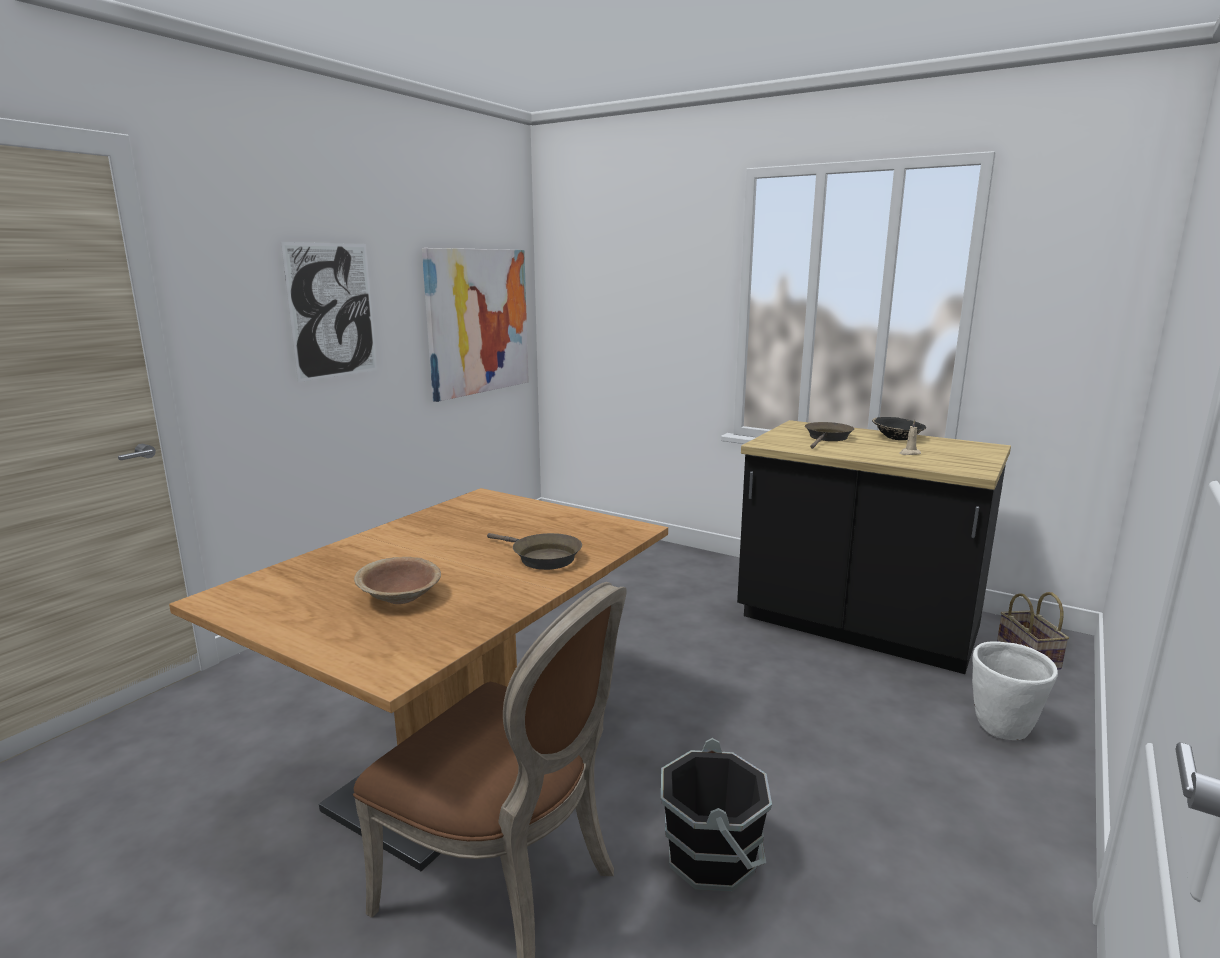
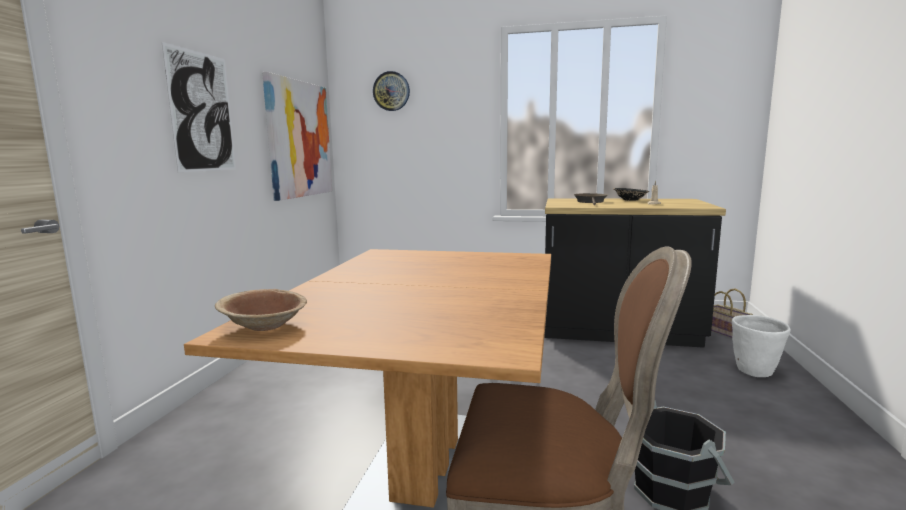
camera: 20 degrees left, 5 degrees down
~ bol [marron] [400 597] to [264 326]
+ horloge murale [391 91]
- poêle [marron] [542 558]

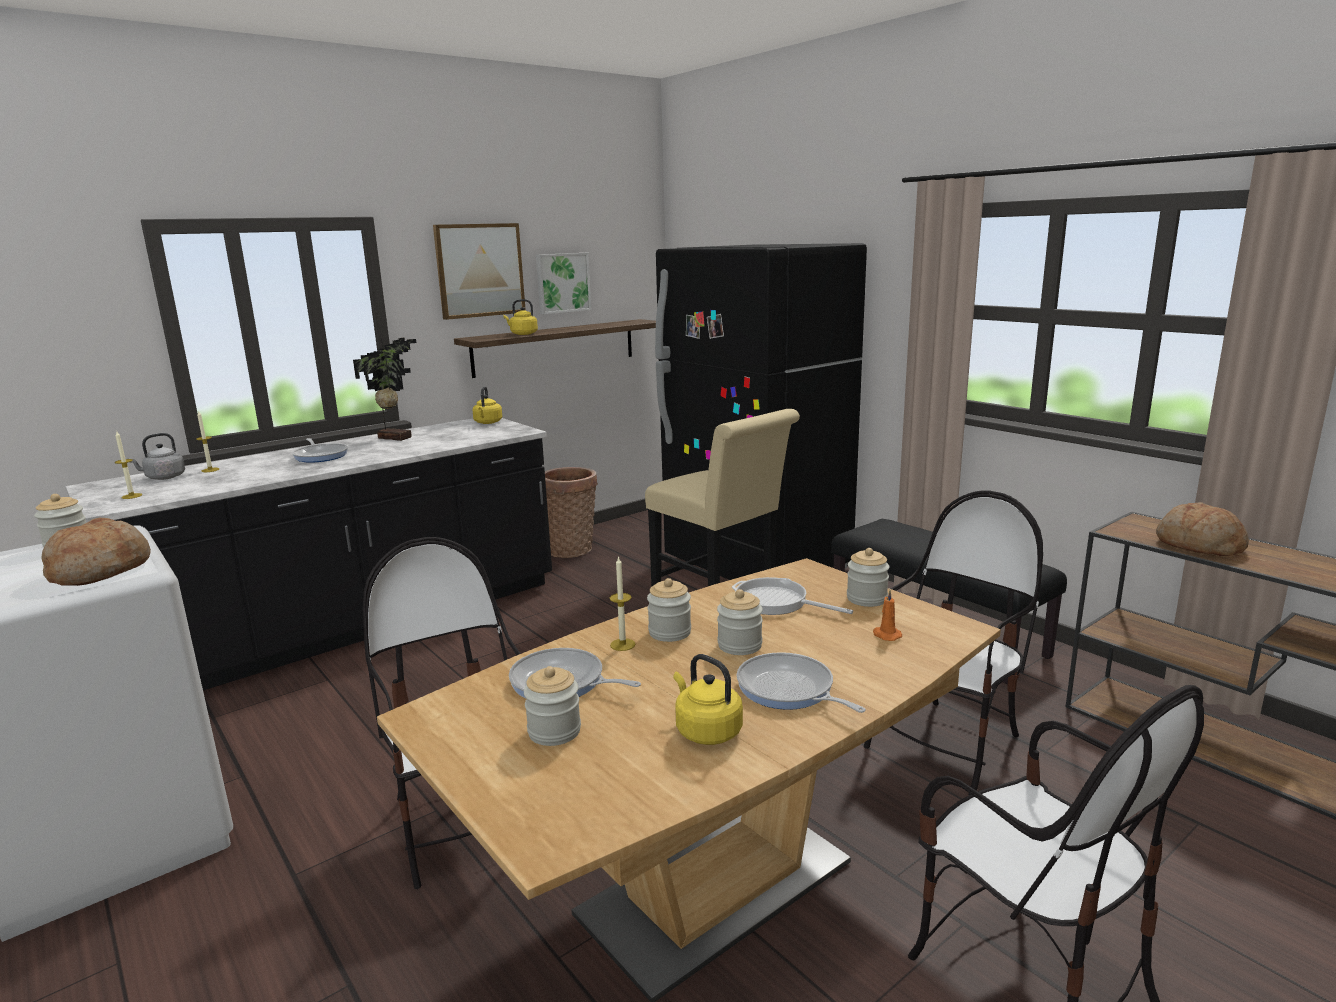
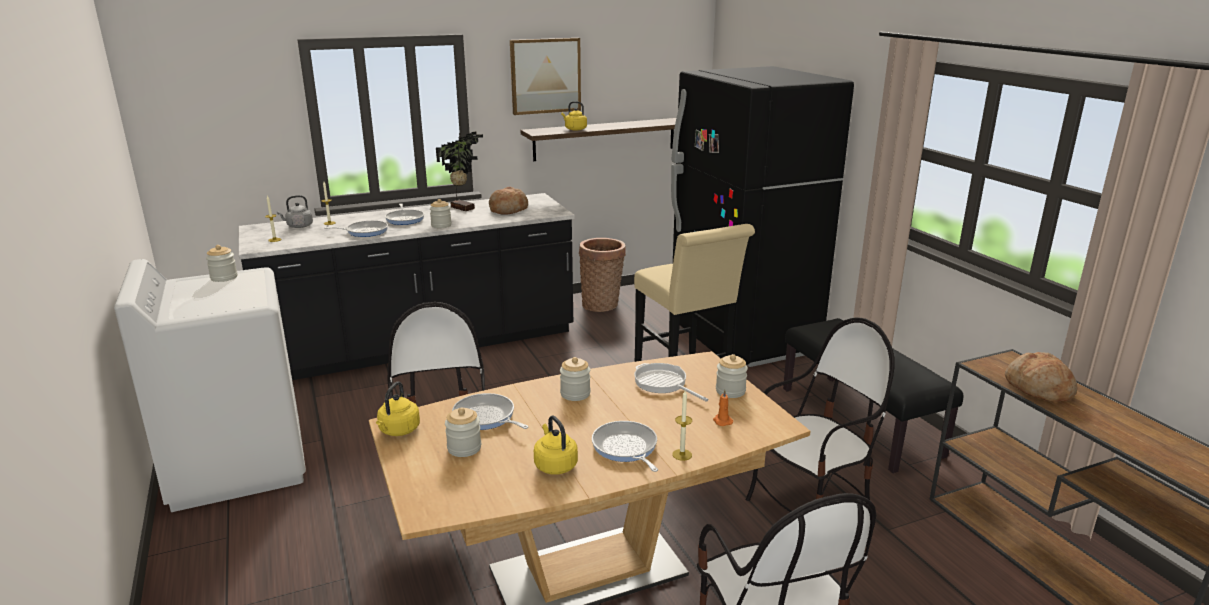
camera: 15 degrees right, 5 degrees up
+ poêle [364 231]
~ bouilloire [jaune] [487 423] to [398 431]
~ bocal [739 645] to [441 225]
~ pain [100 570] to [508 210]
~ bougie [622 644] to [682 454]
- tableau [562 283]

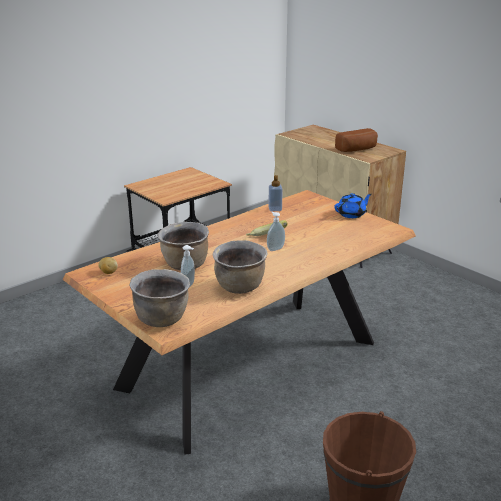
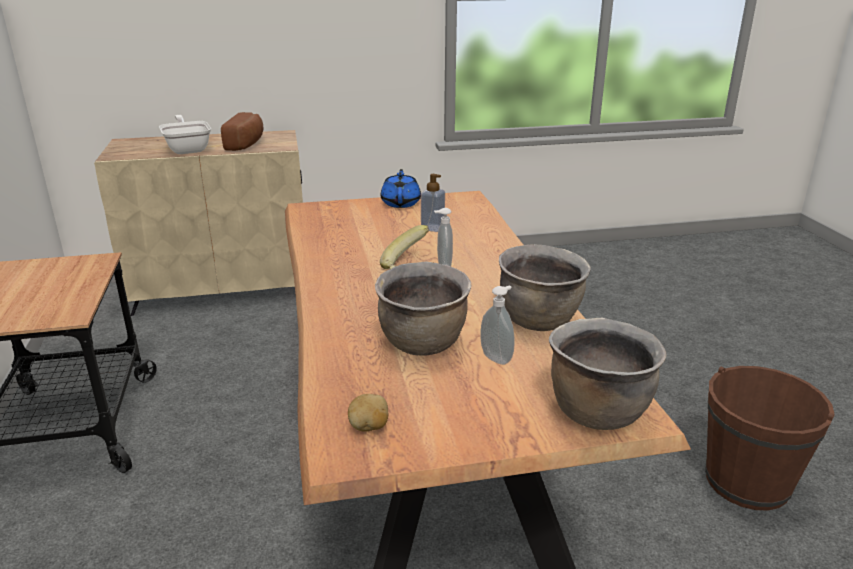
camera: 60 degrees left, 0 degrees up
+ poêle [188 149]
~ distributeur de savon [275 209] to [432 228]

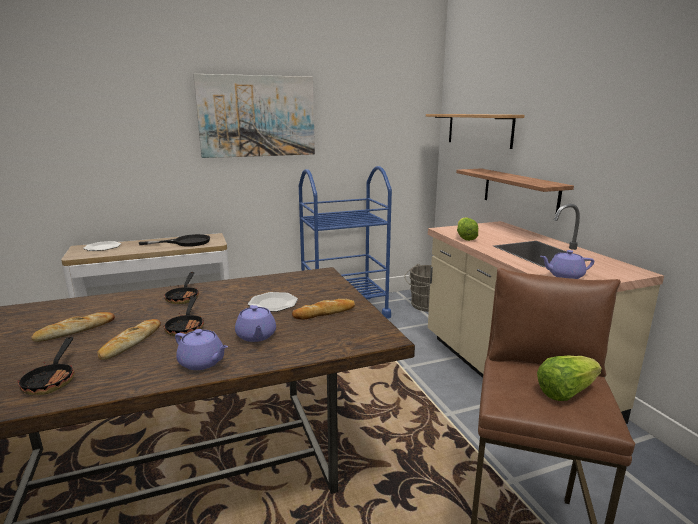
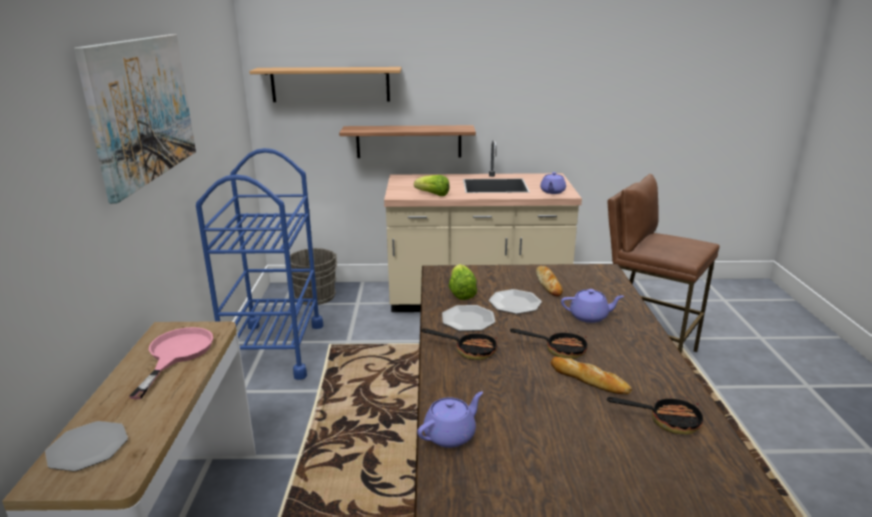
camera: 70 degrees left, 5 degrees up
~ poêle [noir] [185 242] to poêle [rose] [176 354]
~ théière [violet] [202 362] to [451 434]
+ assiette [468 319]
~ laitue [565 392] to [461 292]
- pain [75 330]

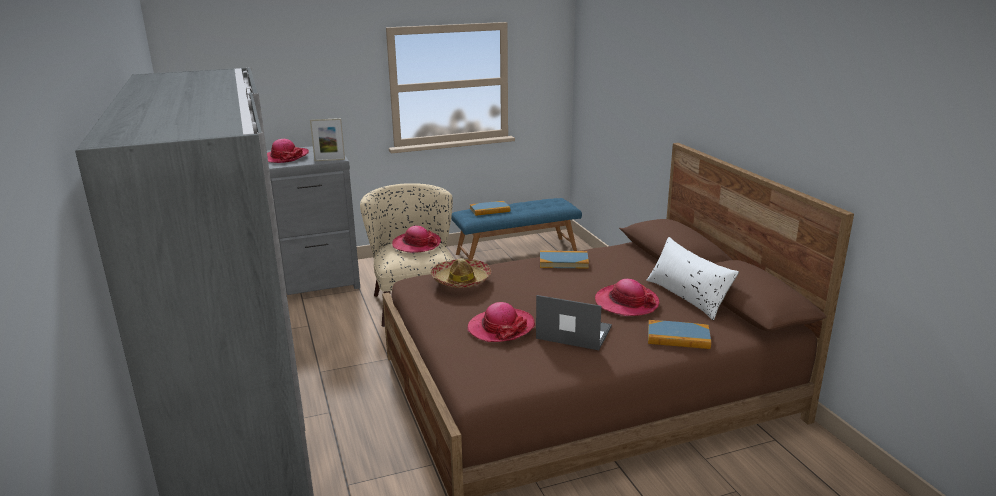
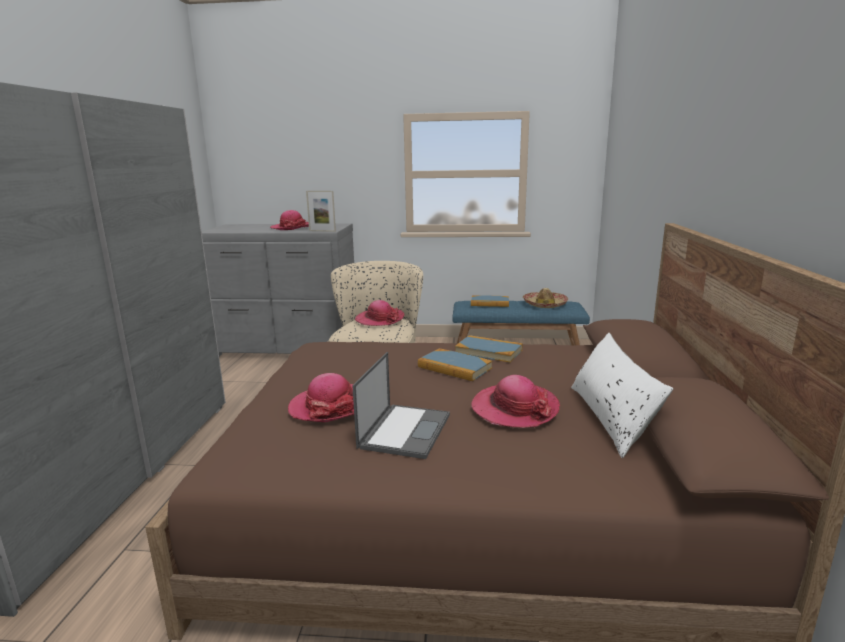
camera: 25 degrees right, 5 degrees down
~ ordinateur portable [573 333] = [405 430] 60 degrees clockwise
~ livre [678 337] to [454 367]
~ chapeau [461 280] to [544 305]

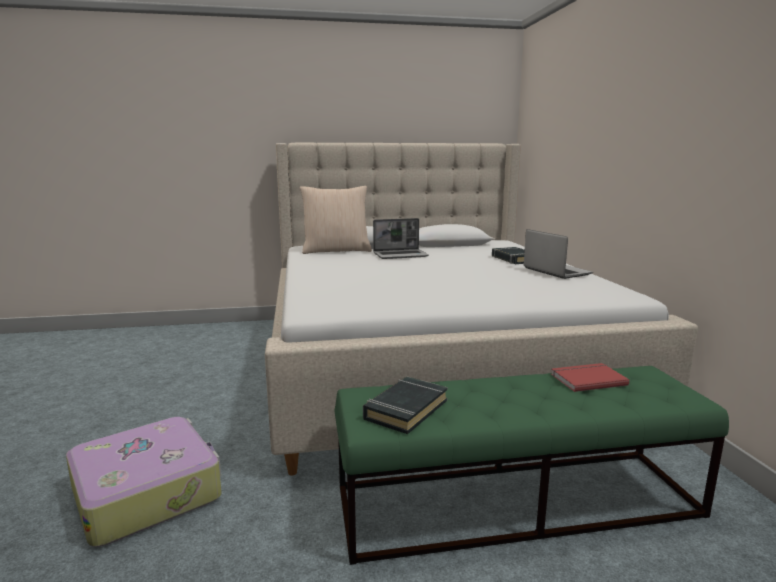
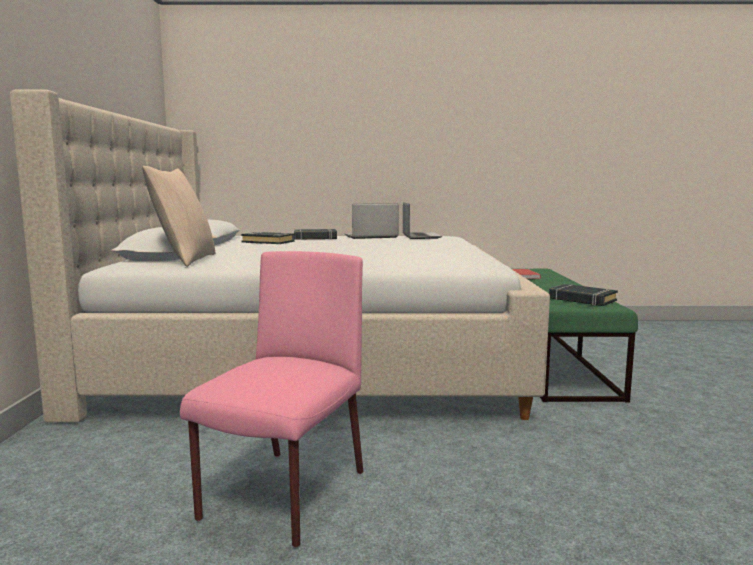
camera: 80 degrees left, 5 degrees down
+ chaise [rose] [283 496]
+ livre [noir] [268 242]
~ ordinateur portable [401 255] to [420 236]
- valise [148 492]

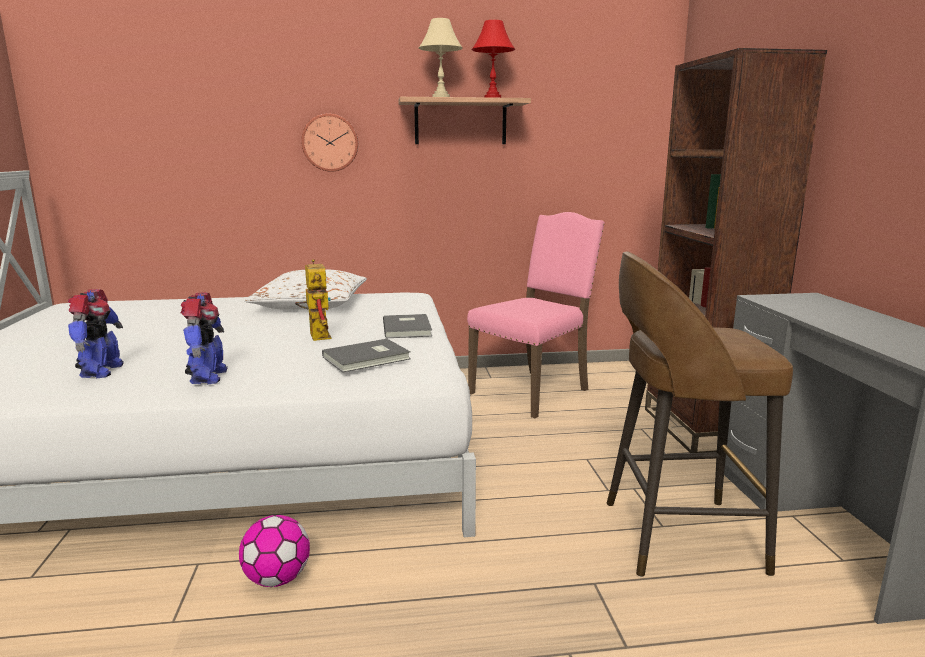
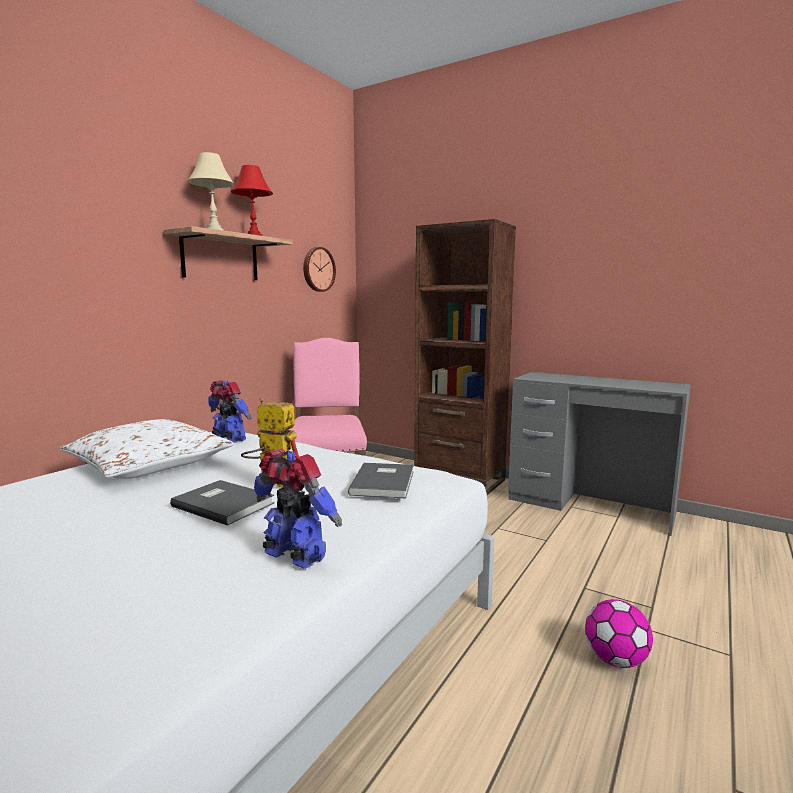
camera: 50 degrees left, 5 degrees down
~ livre [gris] [408 328] to [224 503]
~ robot jouet [100 371] to [229 439]
~ horloge murale [330 142] to [318 269]
~ ballon de foot [277 579] to [615 660]
- tabouret [marron] [676 536]

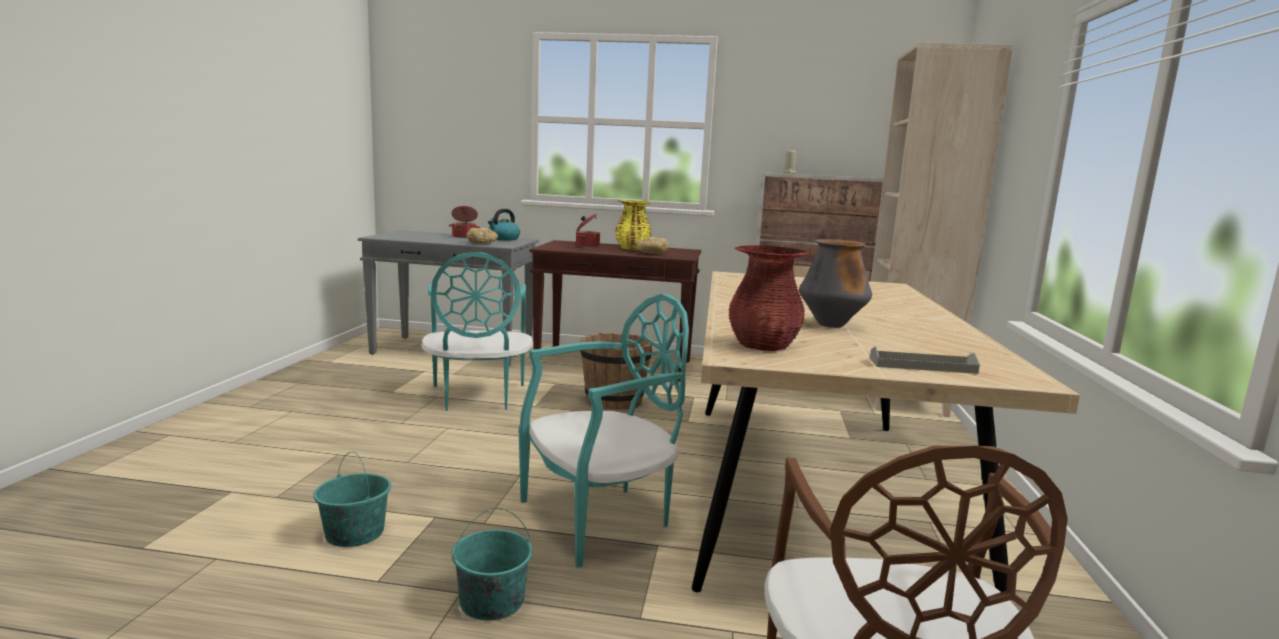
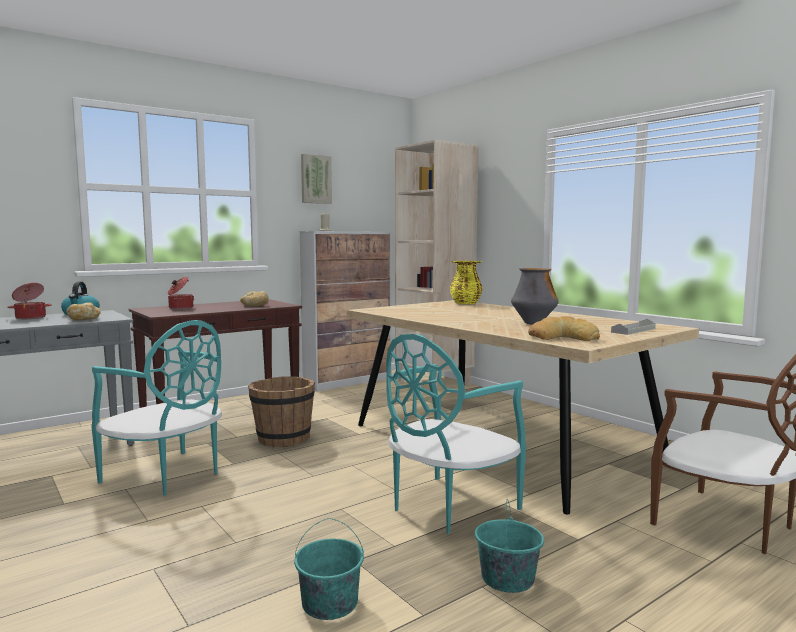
camera: 45 degrees left, 5 degrees down
+ tableau [315 179]
~ chaise [turquoise] [601 518] = [448 506] 150 degrees counterclockwise
~ vase [jaune] [632 248] to [466 303]
~ vase [rouge] [763 345] to pain [562 337]

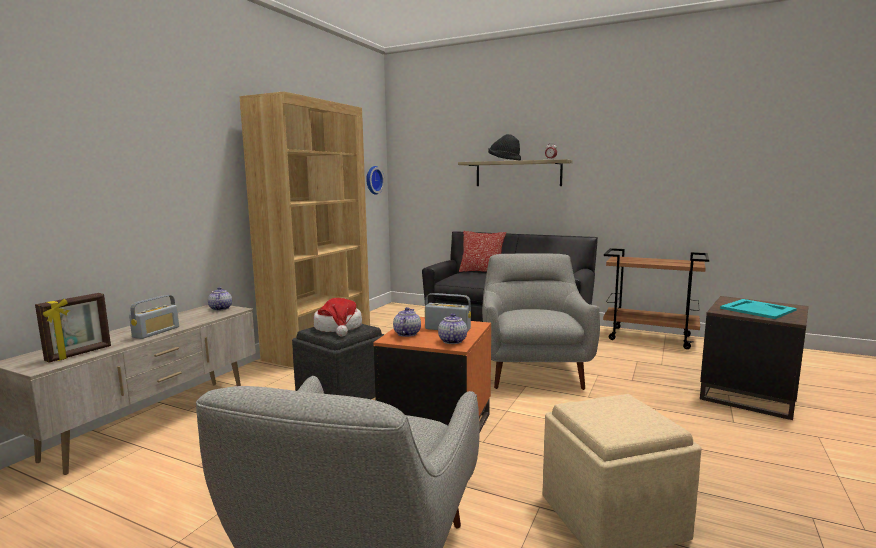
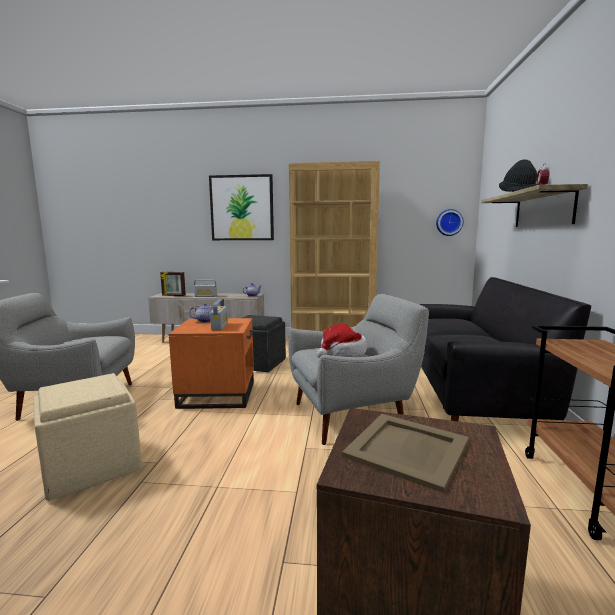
camera: 70 degrees right, 0 degrees up
+ tableau [242 208]
~ chapeau [338 328] to [342 353]
~ plateau [turquoise] [758 309] to plateau [beige] [407 449]
- théière [451 341]
- coussin [482 272]

